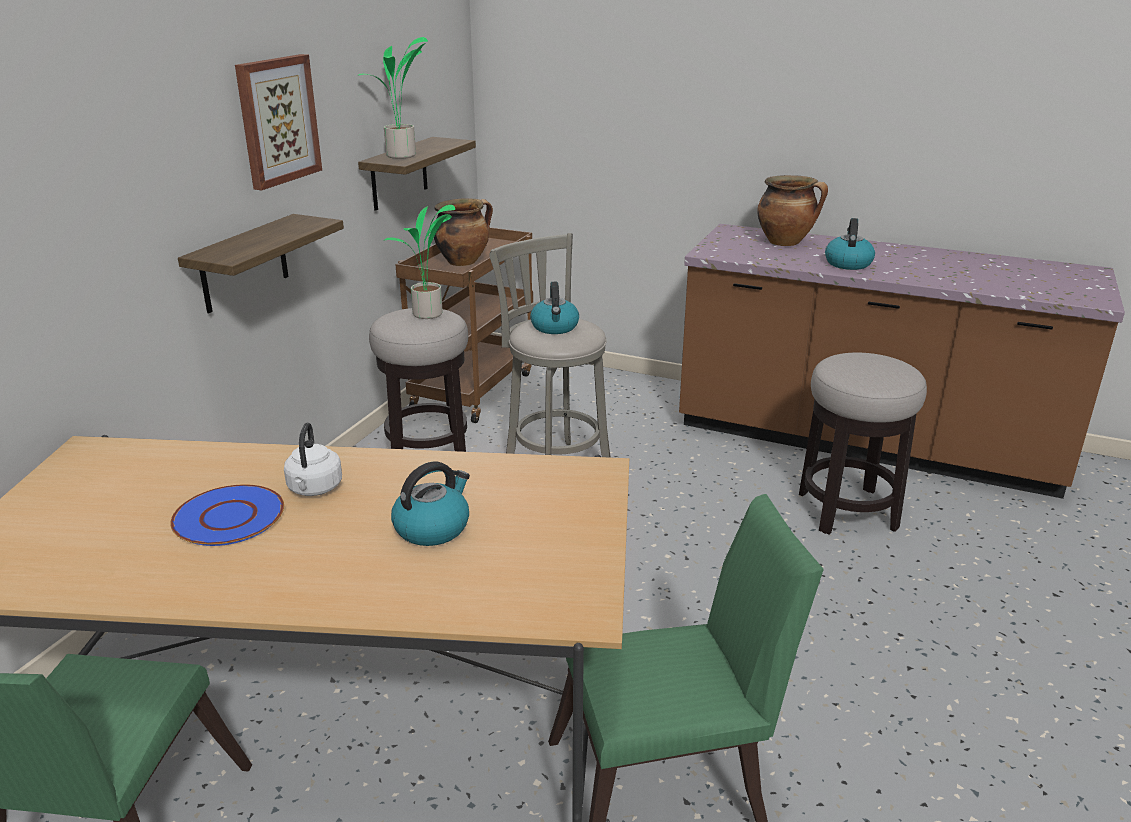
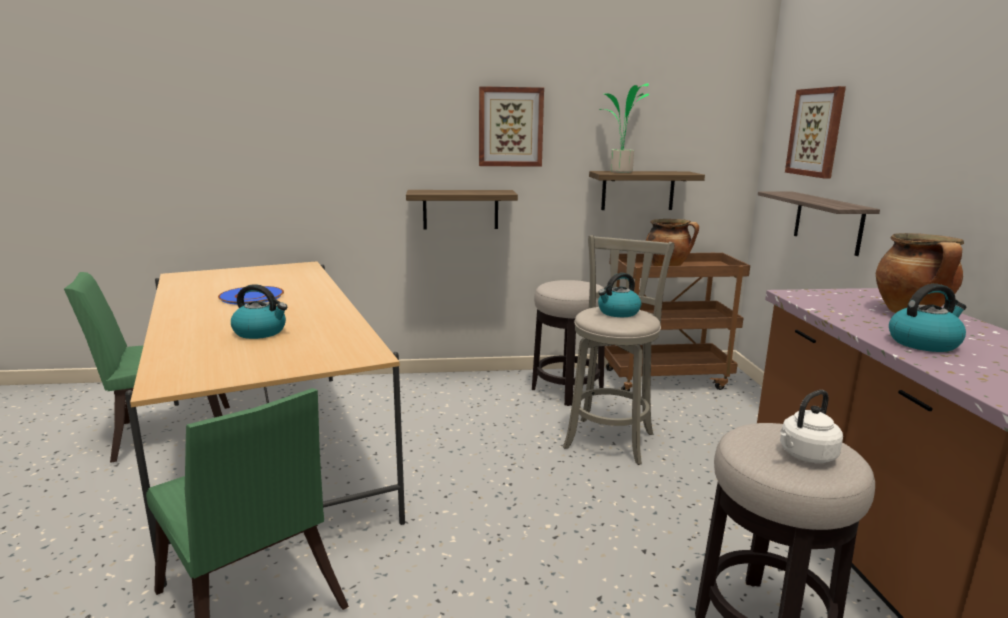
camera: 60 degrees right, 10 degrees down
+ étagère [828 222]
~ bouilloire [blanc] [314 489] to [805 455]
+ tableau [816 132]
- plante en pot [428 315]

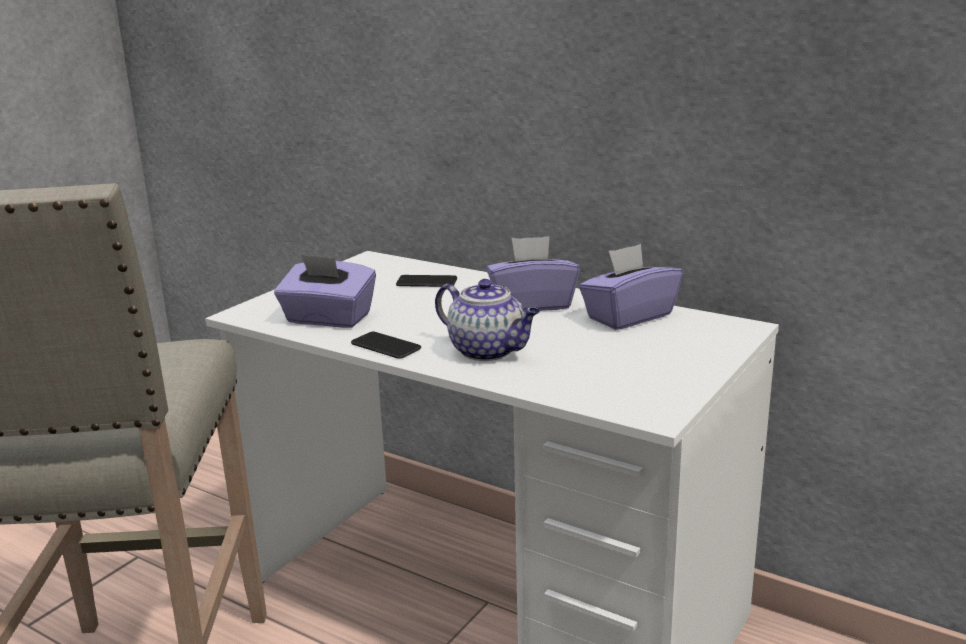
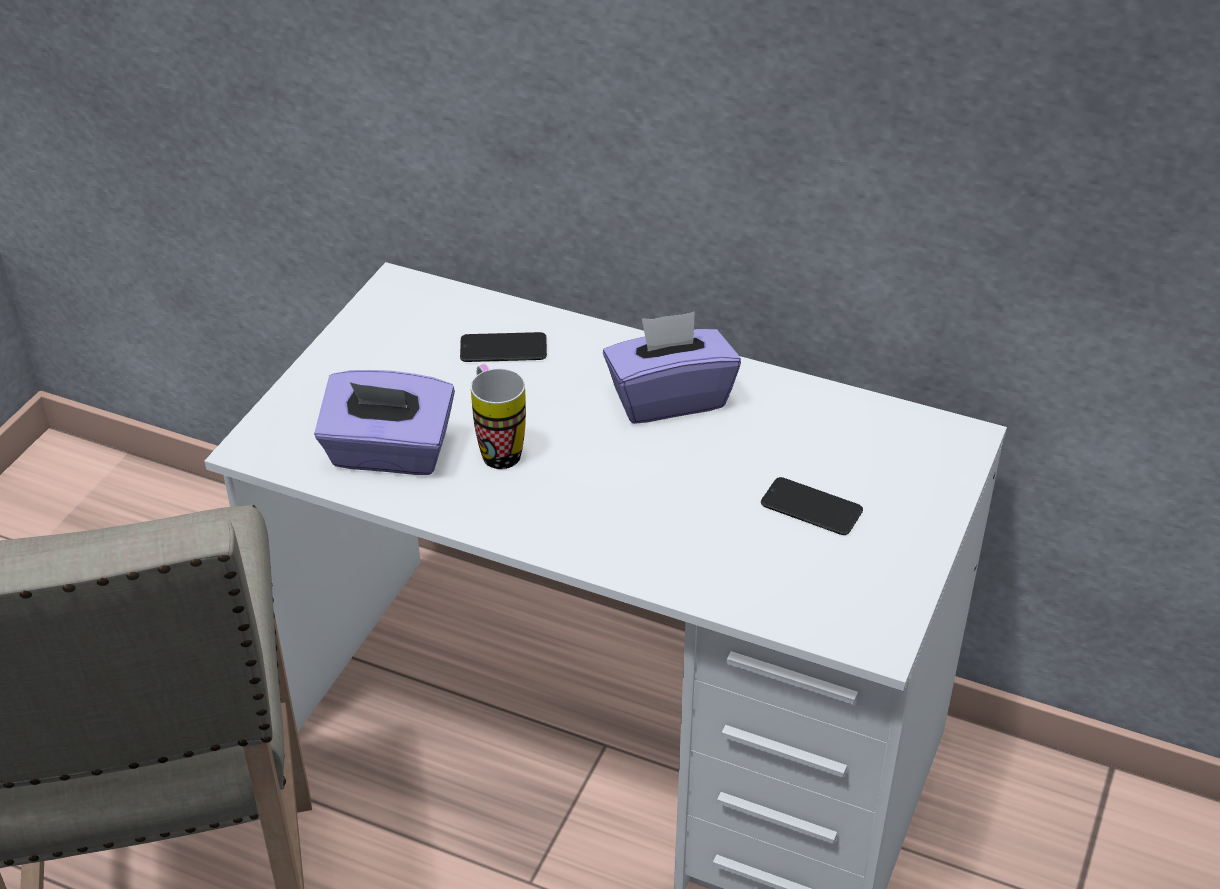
camera: 10 degrees left, 20 degrees up
+ mug [497 448]
~ téléphone [385 346] to [811 508]
- théière [489 351]
- boîte à mouchoirs [violet] [628 316]

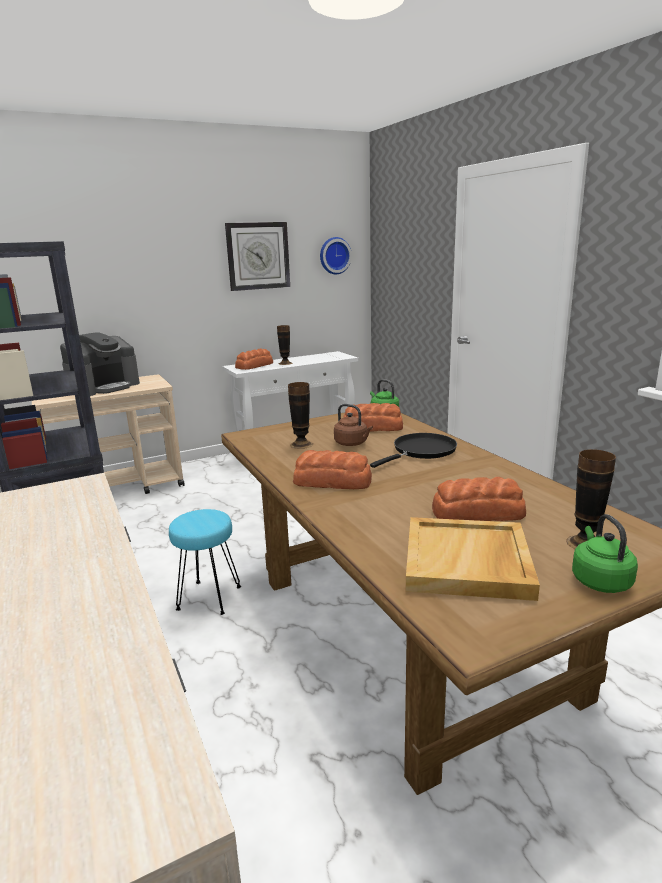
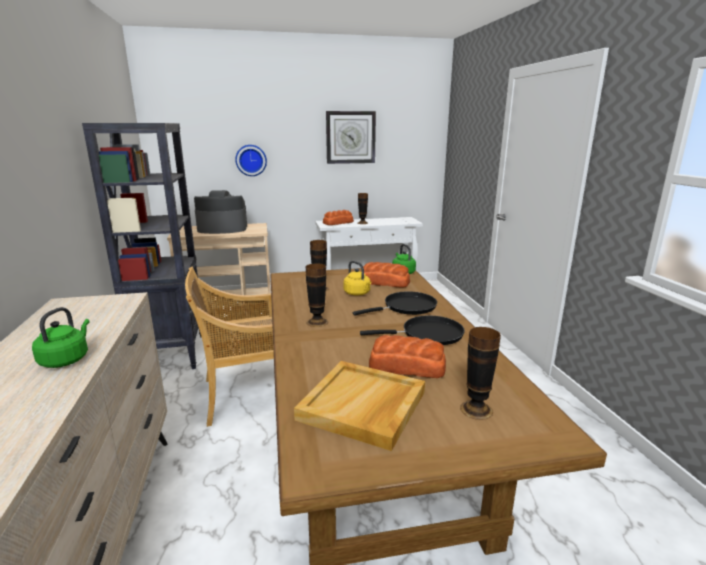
camera: 15 degrees right, 0 degrees up
~ bouilloire [vert] [599 580] to [66 359]
~ tabouret [turquoise] [208 597] to chaise [beige] [245 395]
~ machine à café [104 387] = [222 229] 150 degrees counterclockwise
~ horloge murale [334 255] to [251 160]
~ pain [333 481] to vase [317 322]
~ bouilloire [marron] [352 443] to bouilloire [jaune] [358 293]
+ poêle [noir] [428 334]

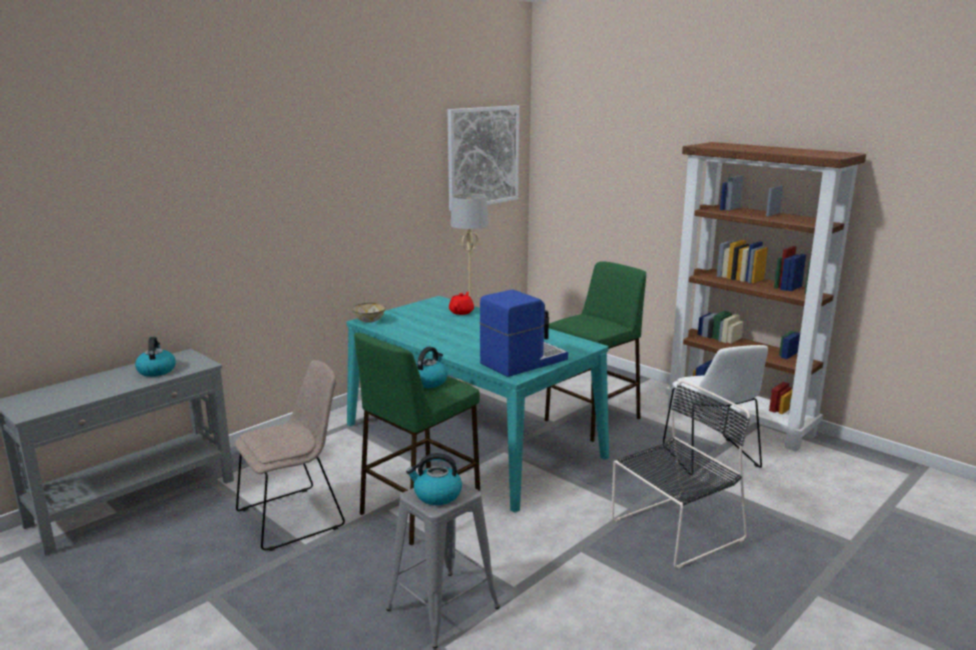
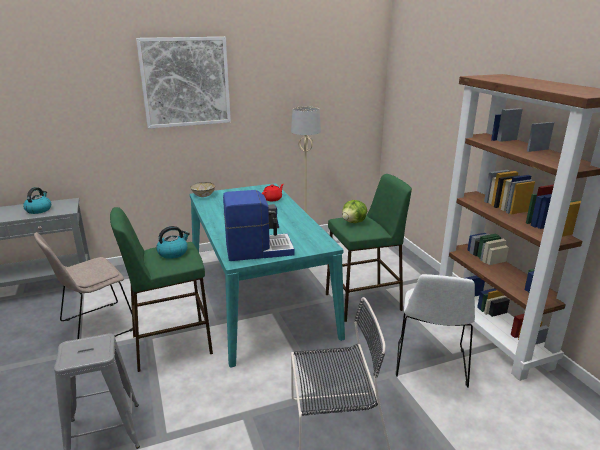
camera: 25 degrees right, 5 degrees up
~ chaise [beige] [294 517] = [95 326] 150 degrees clockwise
~ tableau [483 156] to [185 82]
+ laitue [354 222]
- bouilloire [436 495]

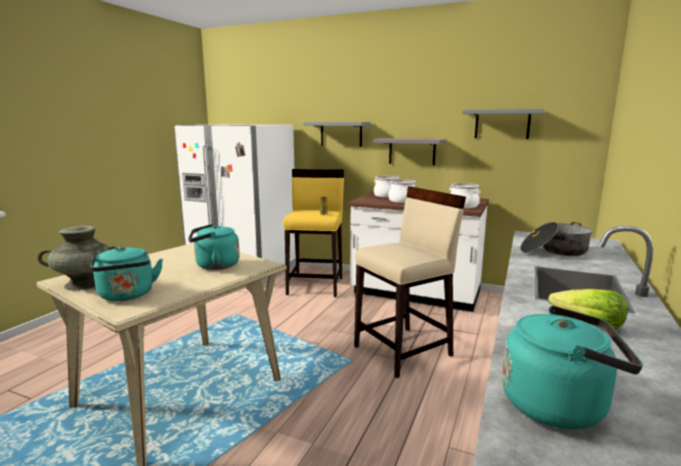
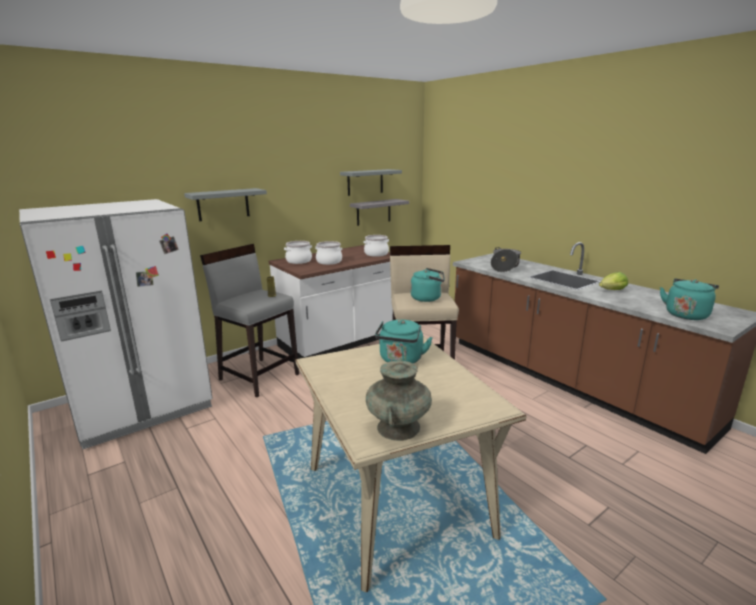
camera: 60 degrees left, 5 degrees up
~ tabouret [jaune] [316 285] to tabouret [gris] [259 376]
~ étagère [gris] [412 151] to [373 212]
~ bouilloire [turquoise] [127 295] to [428 298]

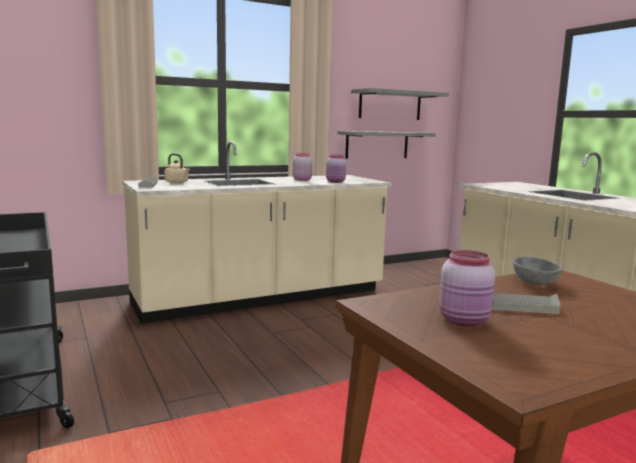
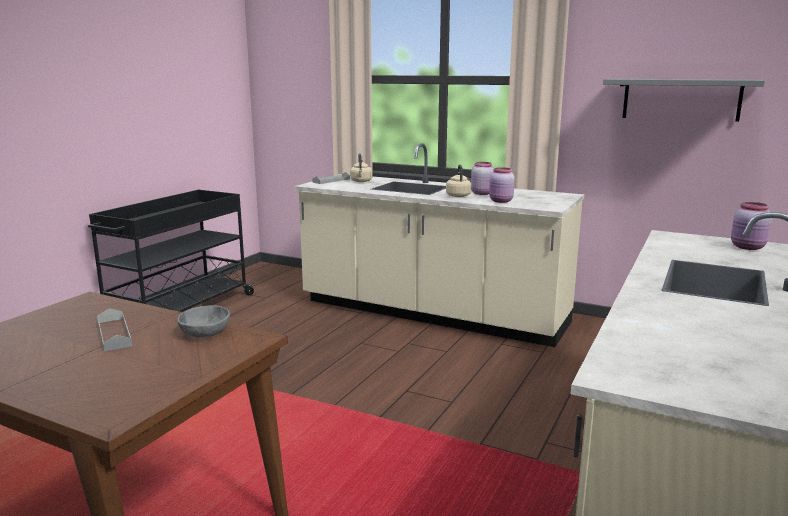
camera: 55 degrees right, 5 degrees up
+ bouilloire [beige] [458 195]
~ bocal [rose] [465 321] to [748 247]
- étagère [gris] [377 144]

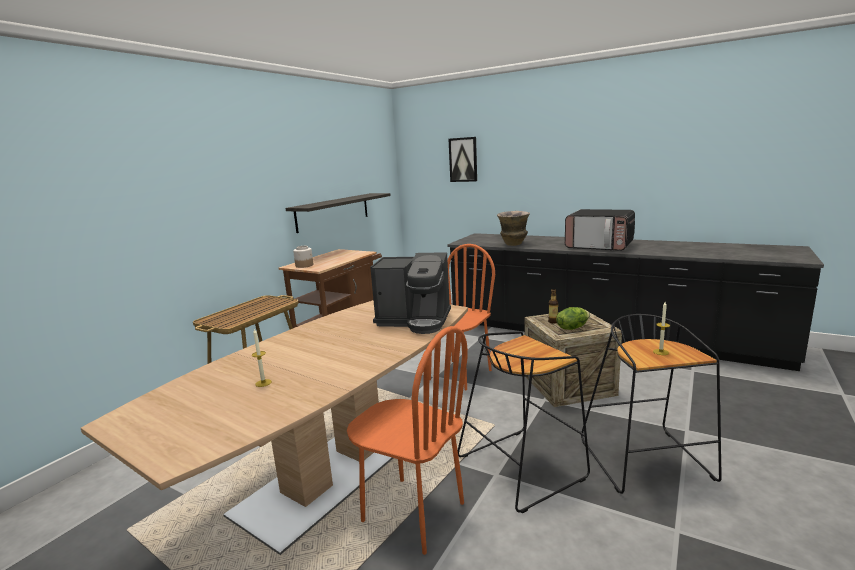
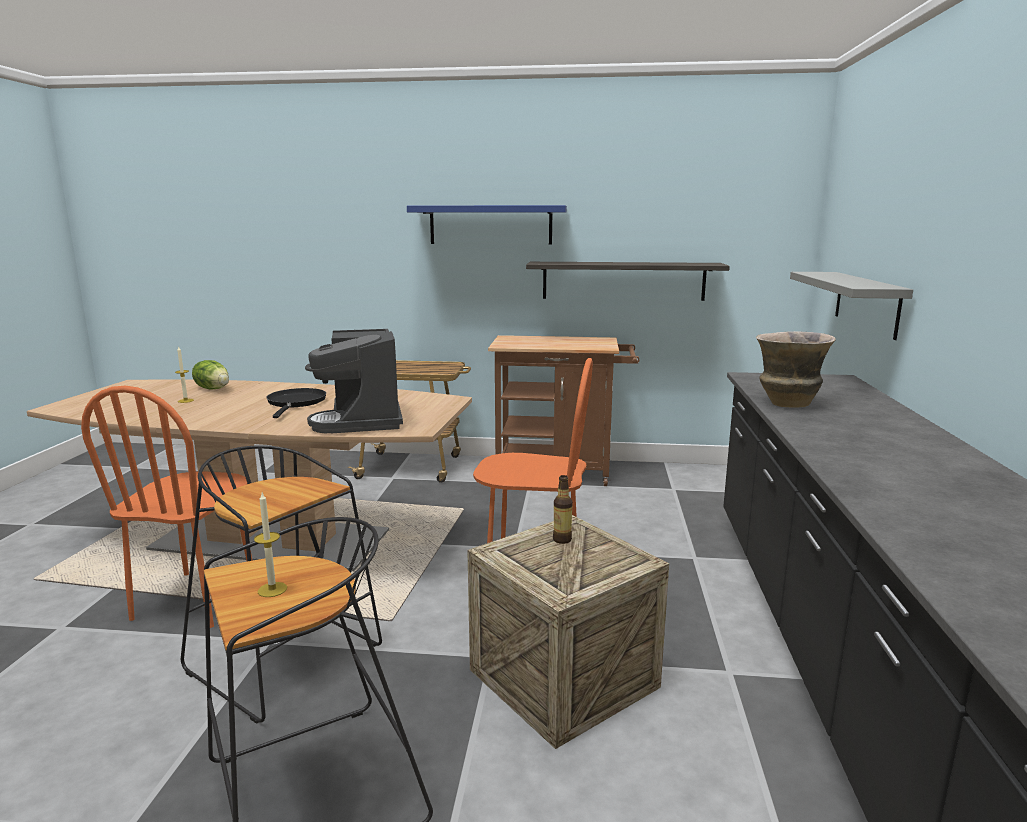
camera: 65 degrees right, 0 degrees up
~ laitue [572 328] to [213 388]
+ poêle [noir] [296 403]
+ étagère [bleu] [490 225]
+ étagère [gris] [866 303]
- bocal [304 265]
- tableau [463 159]
- micro-ondes [599 246]

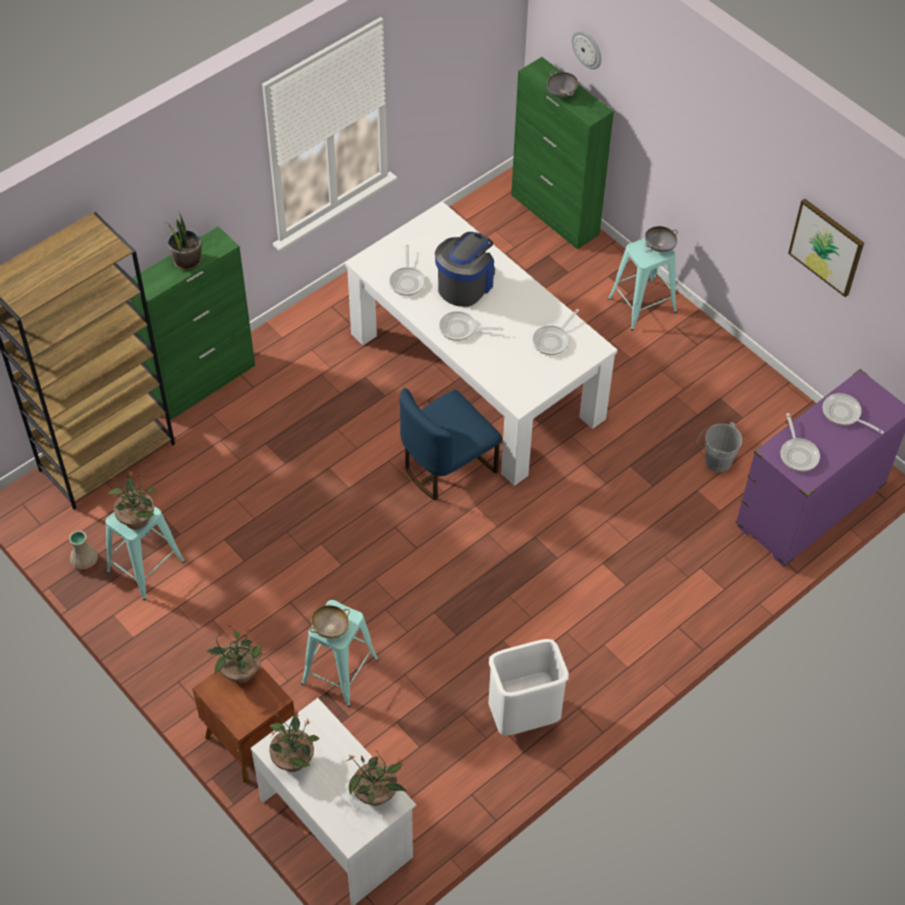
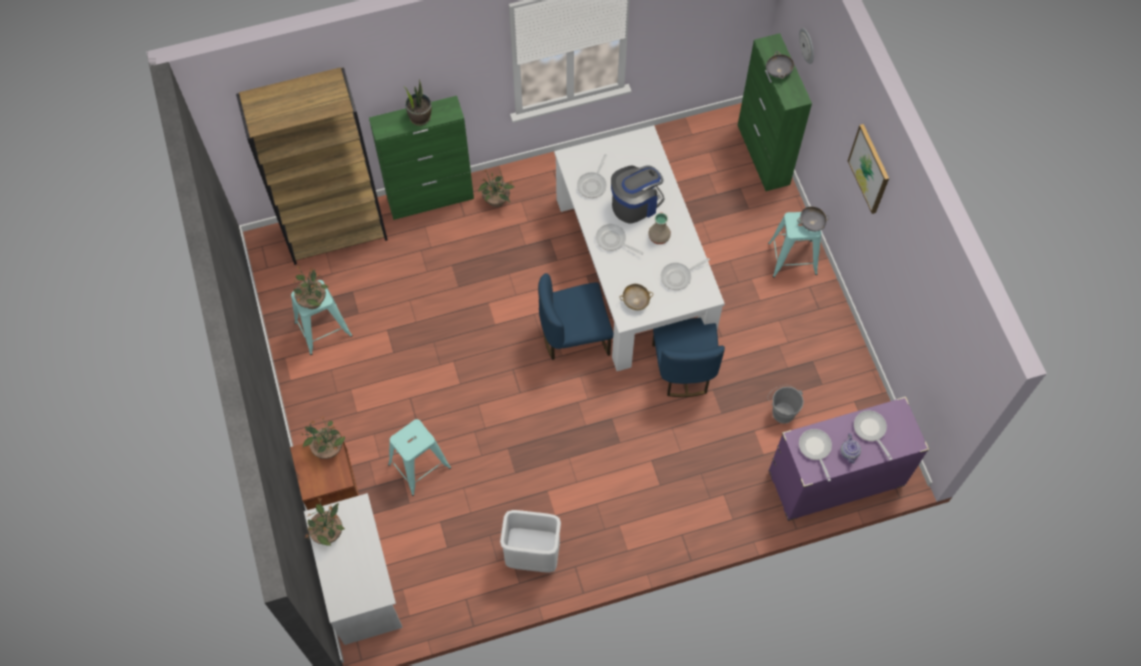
camera: 25 degrees right, 10 degrees up
~ plante en pot [376 794] to [496 200]
~ bol [beige] [330 628] to [635 301]
~ vase [beige] [84 561] to [658 236]
+ chaise [bleu] [683 368]
~ poêle [798 454] = [815 449] 150 degrees clockwise
+ théière [849 453]
~ tableau [826 247] to [869 168]

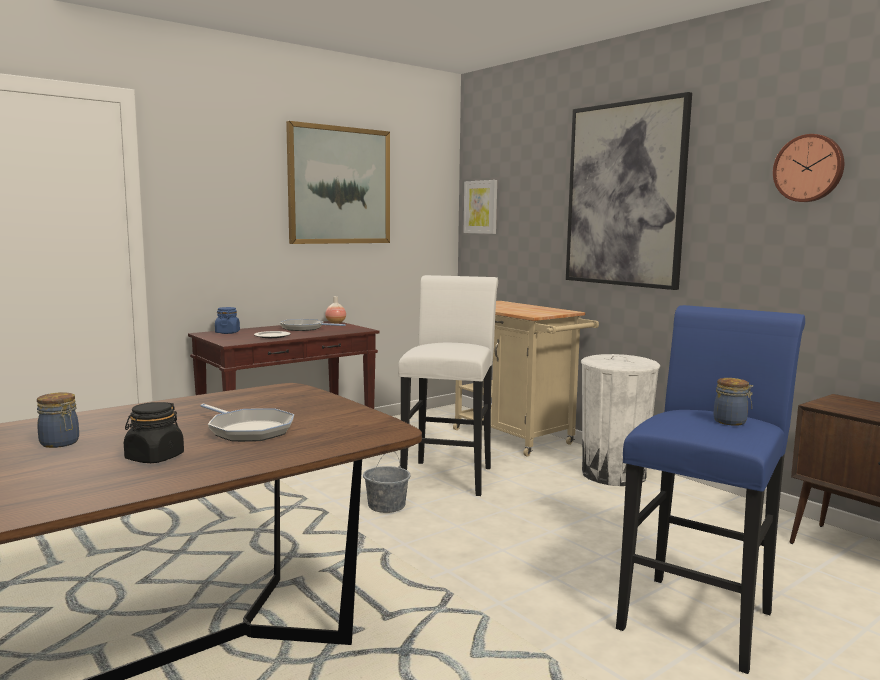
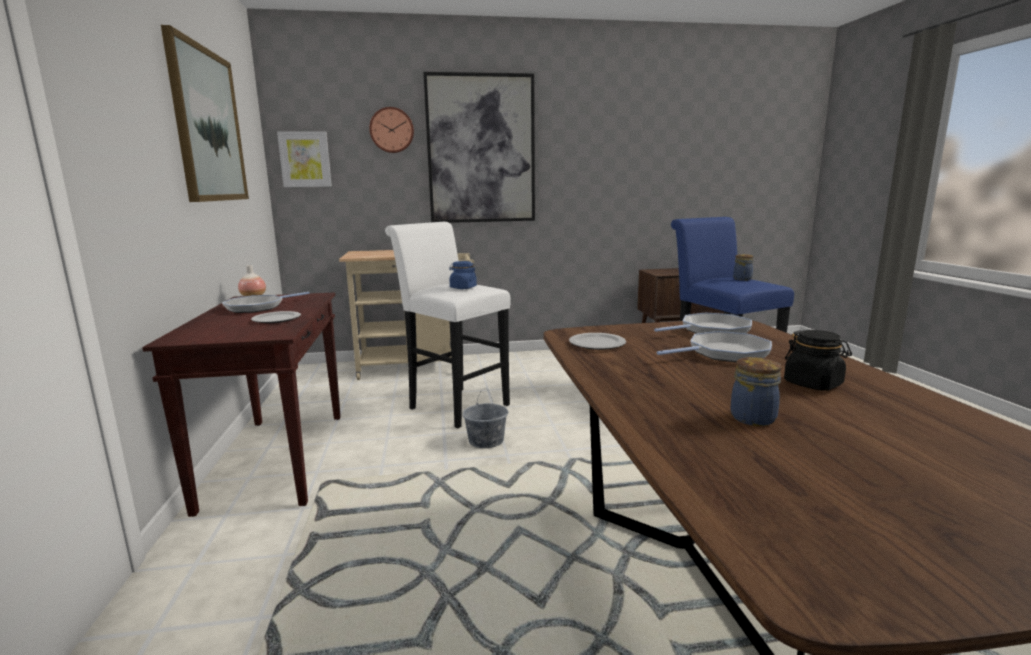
camera: 60 degrees left, 5 degrees up
~ horloge murale [809 168] to [392 130]
~ bocal [bleu] [227 332] to [463 288]
+ assiette [597 344]
+ poêle [712 331]
- poubelle [blanc] [613 474]

